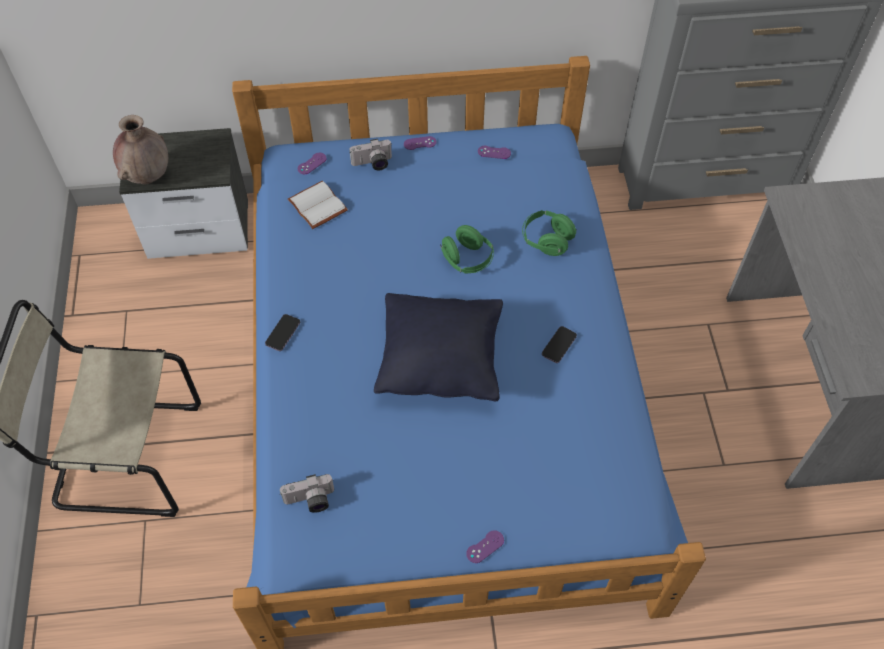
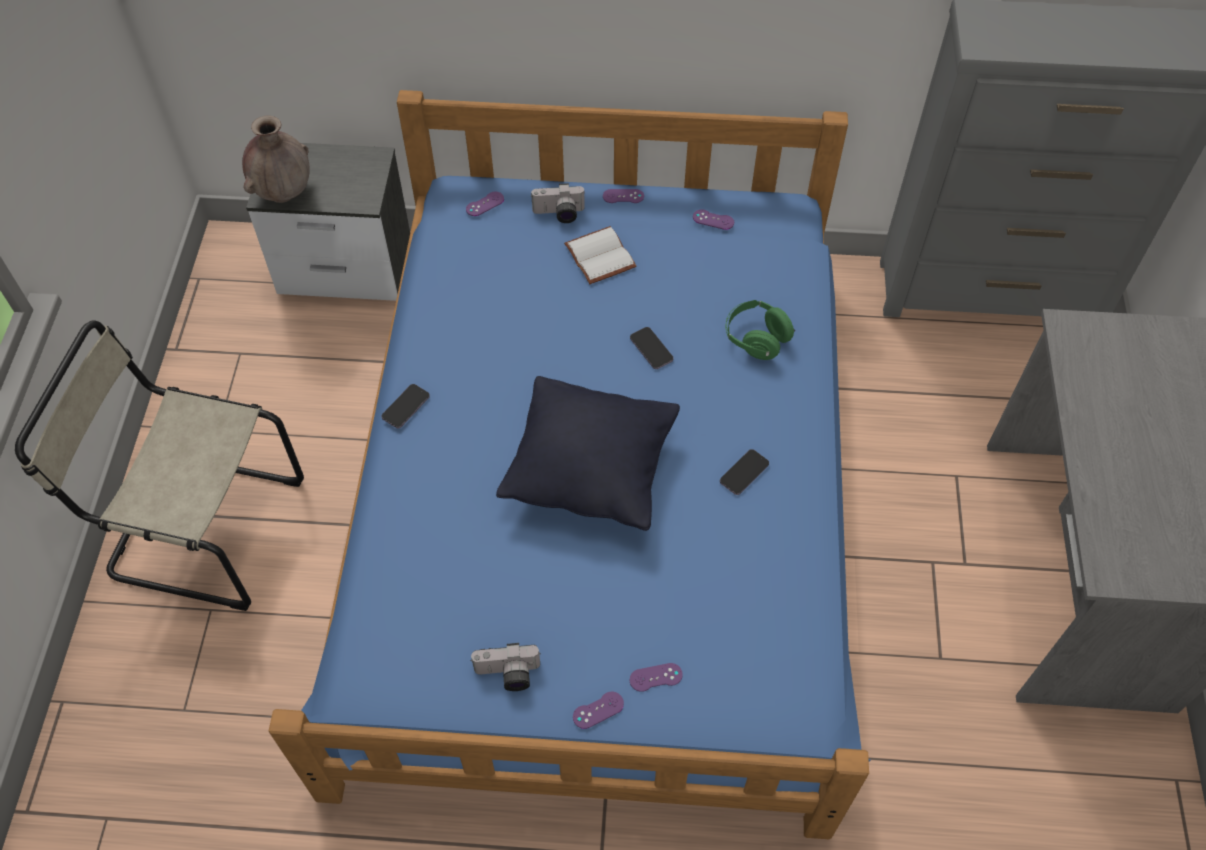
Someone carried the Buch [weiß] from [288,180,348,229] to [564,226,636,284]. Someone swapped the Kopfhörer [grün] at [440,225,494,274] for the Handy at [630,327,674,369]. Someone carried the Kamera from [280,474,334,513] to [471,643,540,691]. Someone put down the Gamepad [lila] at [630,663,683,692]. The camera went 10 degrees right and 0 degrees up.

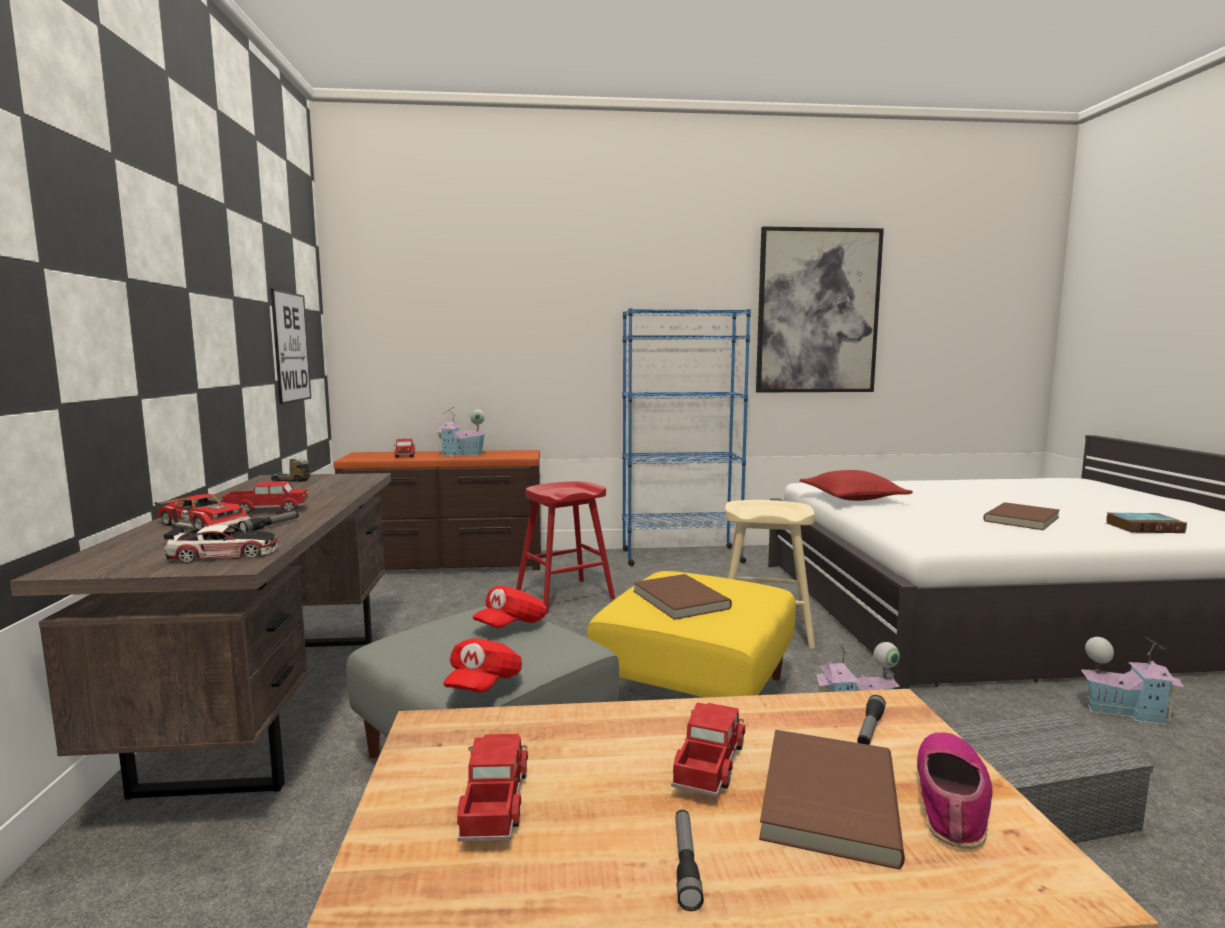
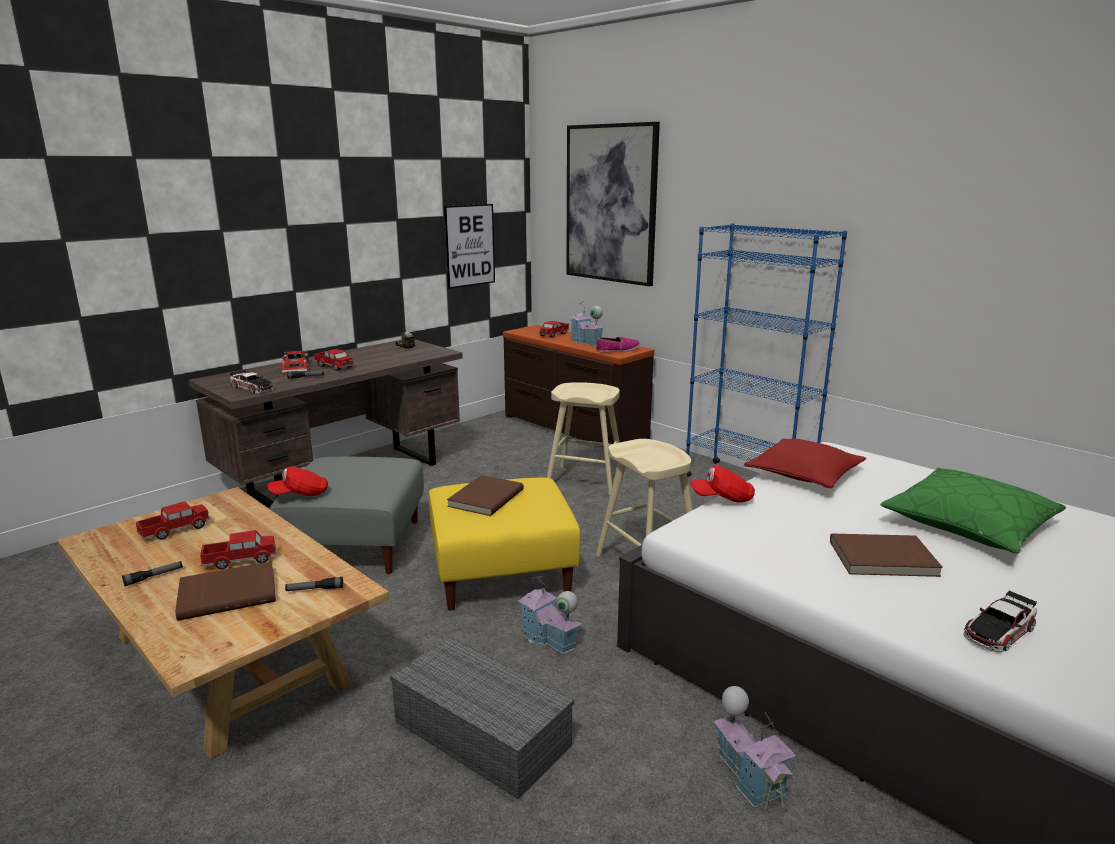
Someone carried the Bild from [756,226,884,393] to [566,122,660,286]. Someone repainted the Hocker [rot] at [516,481,615,614], which became the Hocker [beige] at [547,382,625,495]. Someone swapped the Buch at [1106,513,1187,533] for the Spielzeugauto at [963,590,1037,652]. Someone carried the Kappe [rot] from [472,586,547,628] to [690,466,755,503]. Someone carried the Schuh from [917,732,993,849] to [596,337,640,353]. Someone put down the Kissen [grün] at [880,468,1066,554]. The camera went 50 degrees right and 10 degrees up.

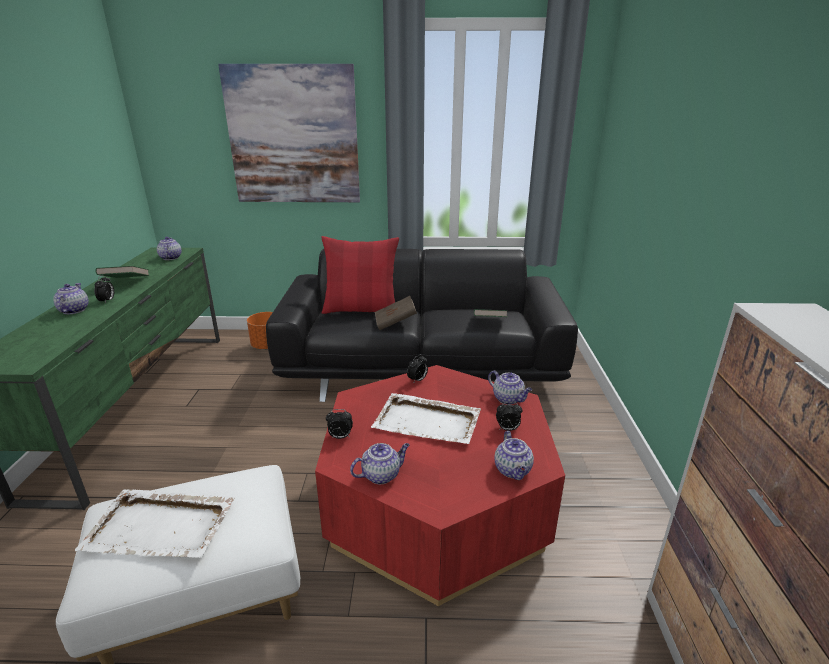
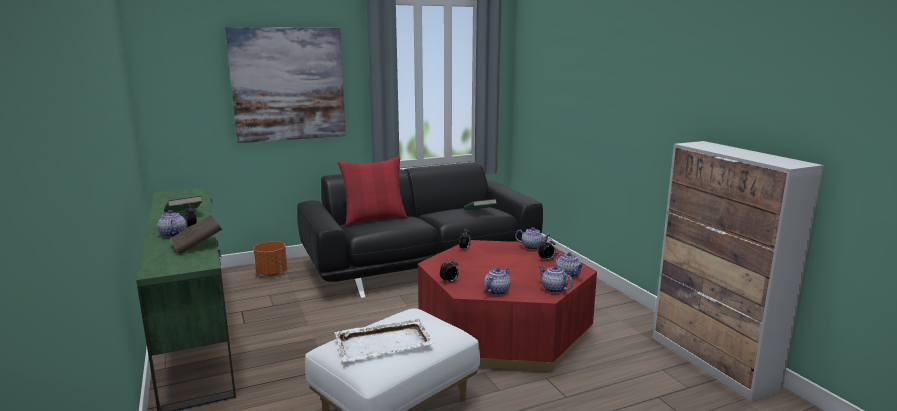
Someone carried the Teekanne from [157,237,181,260] to [539,265,573,293]. Someone carried the Buch [braun] from [375,296,417,330] to [170,215,222,255]. Someone took away the Tablett [weiß] at [371,393,481,444]. The camera went 25 degrees left and 10 degrees down.

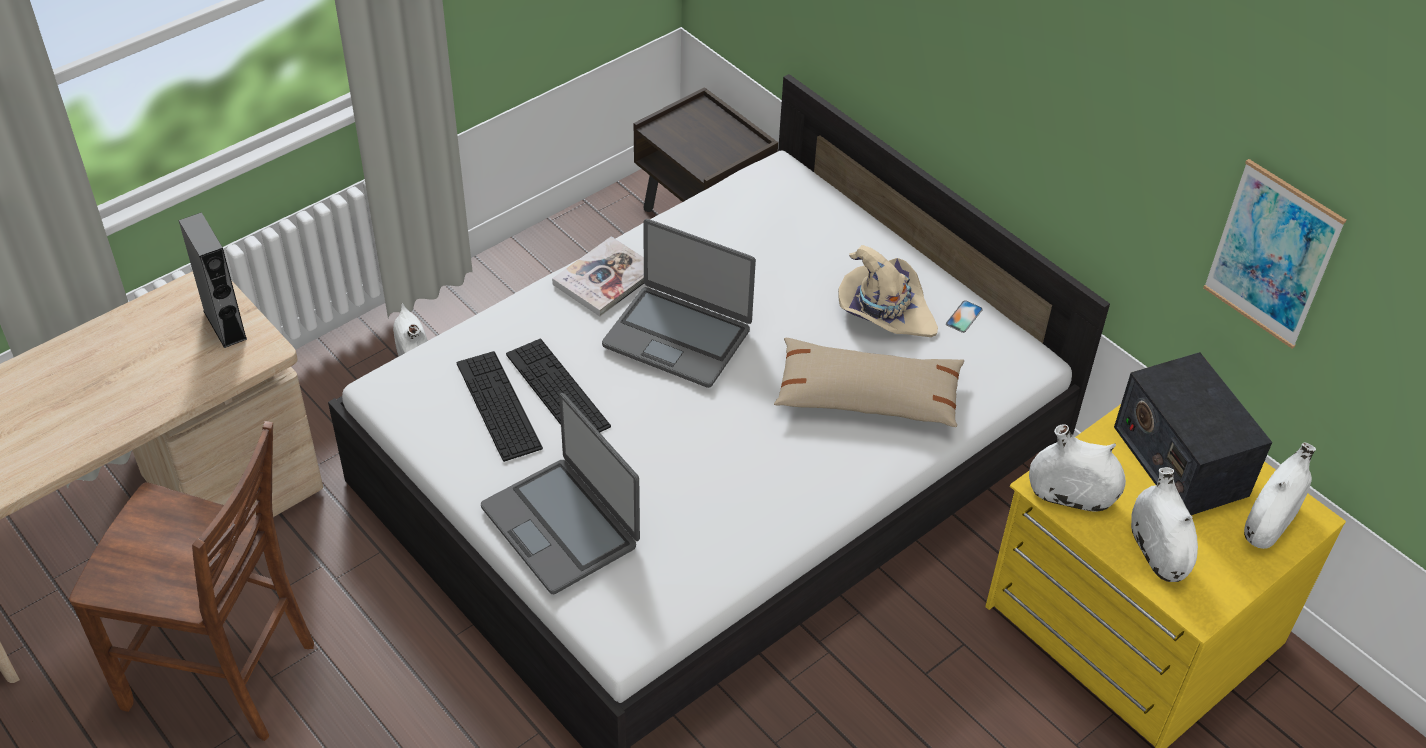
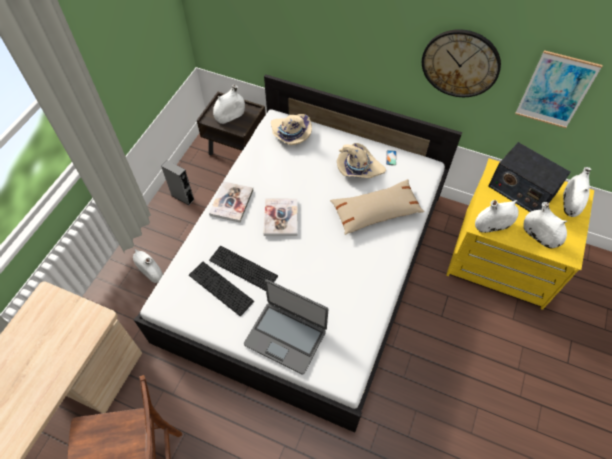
Someone carried the Lautsprecher [grau] from [179,212,247,348] to [161,160,195,205]. Someone swapped the Laptop at [602,219,756,388] for the Buch at [264,199,298,236]. Someone put up the Wanduhr at [422,29,501,97]. Someone put down the Vase [weiß] at [213,85,245,124]. Someone put down the Hut [beige] at [271,114,312,145]. The camera went 25 degrees left and 10 degrees up.

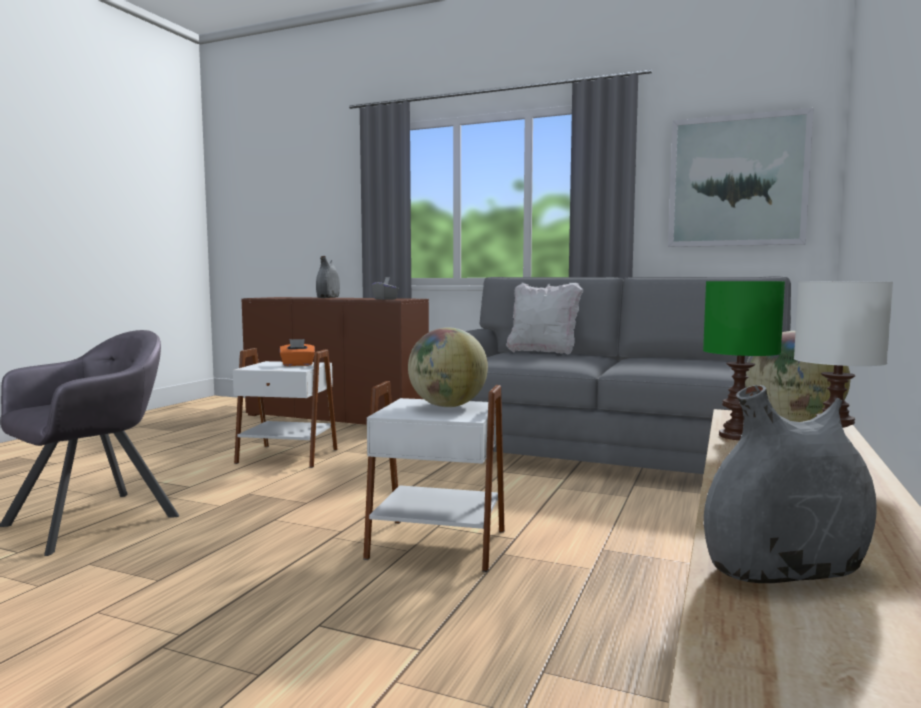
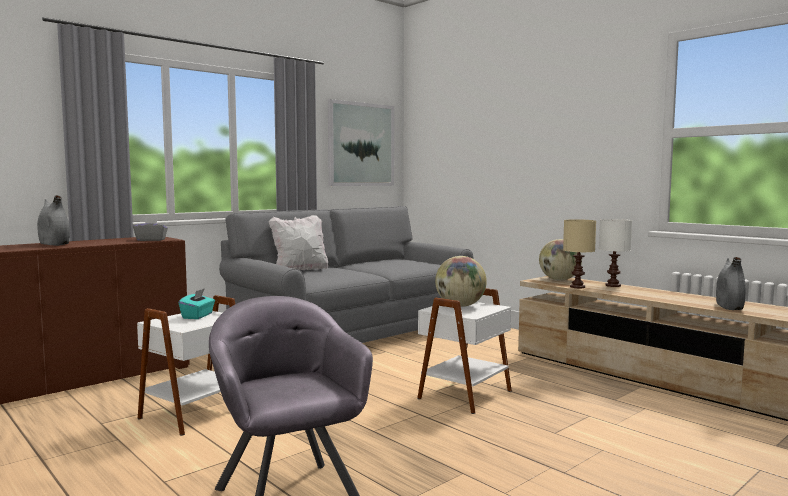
Someone repainted the Tischlampe [grün] at [703,281,785,440], which became the Tischlampe [beige] at [563,219,596,288]. Someone repainted the Taschentuchbox [orange] at [280,339,315,366], which became the Taschentuchbox [türkis] at [179,288,215,319]. The camera went 65 degrees left and 0 degrees up.

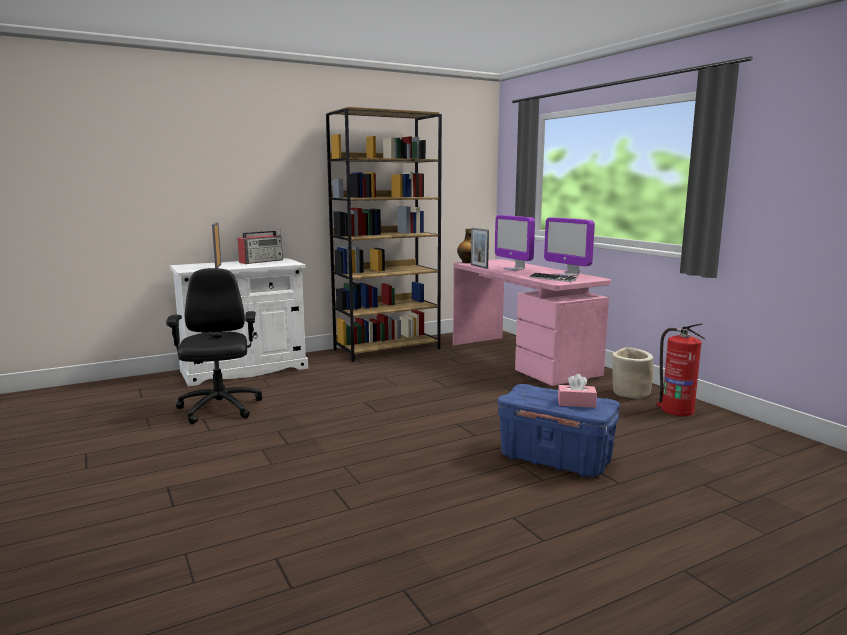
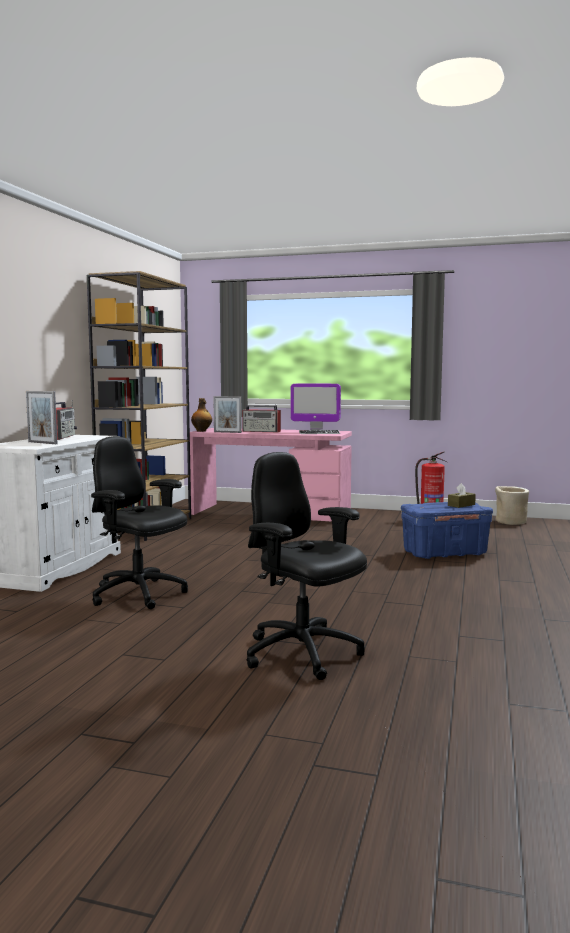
Someone swapped the Monitor at [495,215,535,271] for the Radio at [242,404,281,432]. Someone carried the Pflanzkübel [beige] from [612,347,653,399] to [495,486,529,525]. Someone repainted the Taschentuchbox [rosa] at [558,374,597,408], which became the Taschentuchbox [braun] at [448,483,476,508]. Someone put down the Bürostuhl [schwarz] at [247,452,367,680]. The camera went 45 degrees left and 5 degrees down.

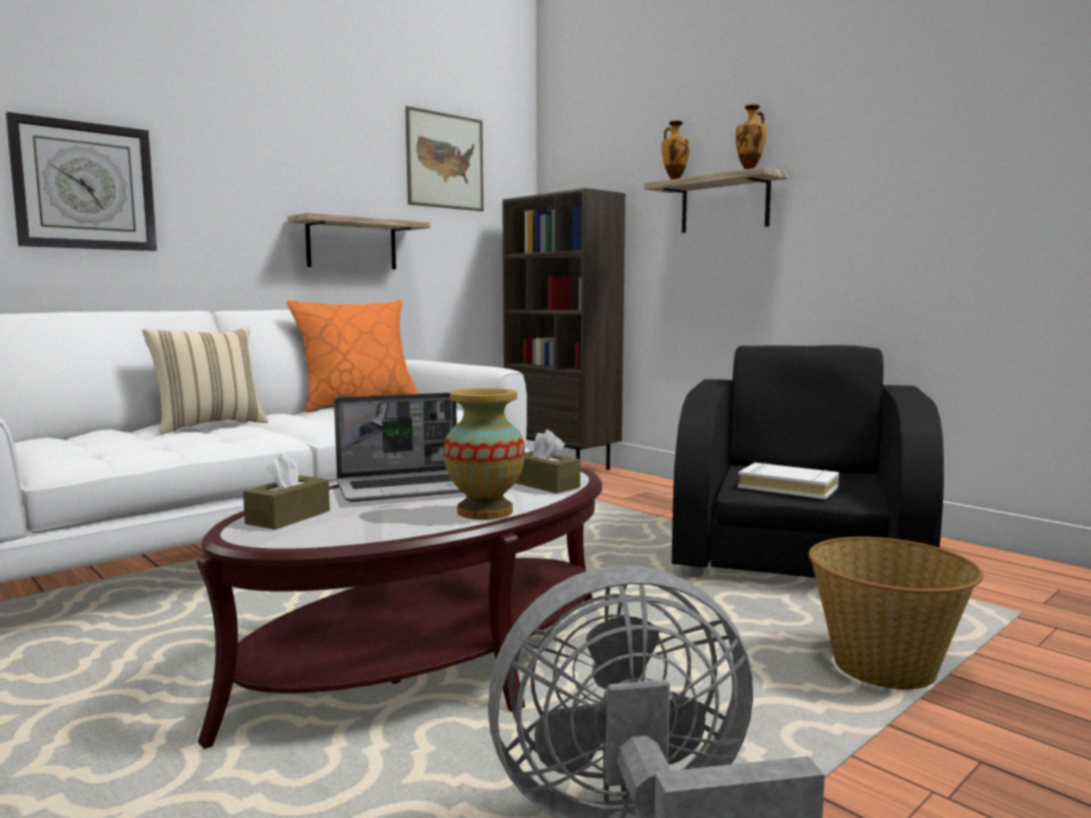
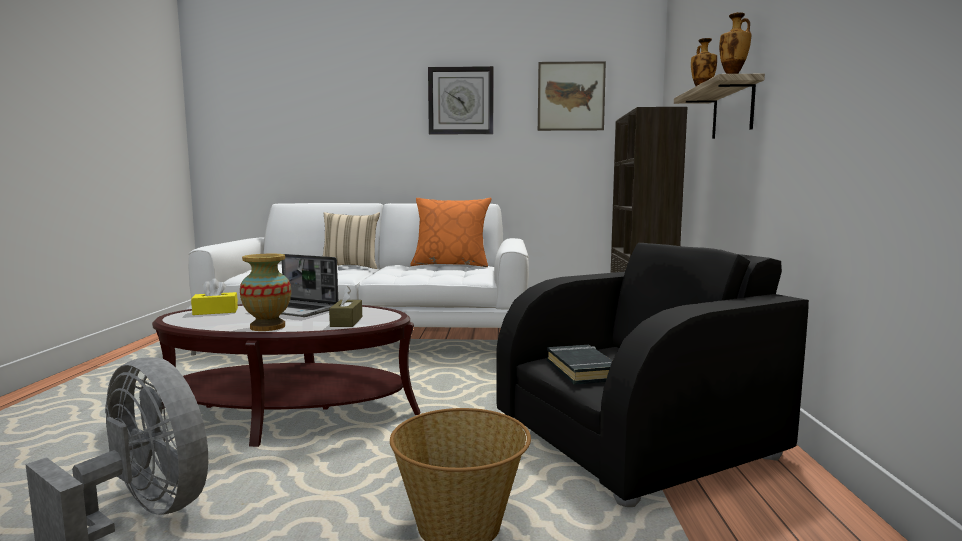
Someone carried the Wanduhr from [6,112,157,251] to [428,66,494,134]. Someone took away the Wandregal at [288,213,430,269]. Someone repainted the Taschentuchbox [braun] at [243,453,330,530], which became the Taschentuchbox [gelb] at [191,278,238,315]. Someone repainted the Buch [weiß] at [738,463,839,499], which became the Buch [schwarz] at [547,345,613,385]. The camera went 45 degrees right and 0 degrees up.

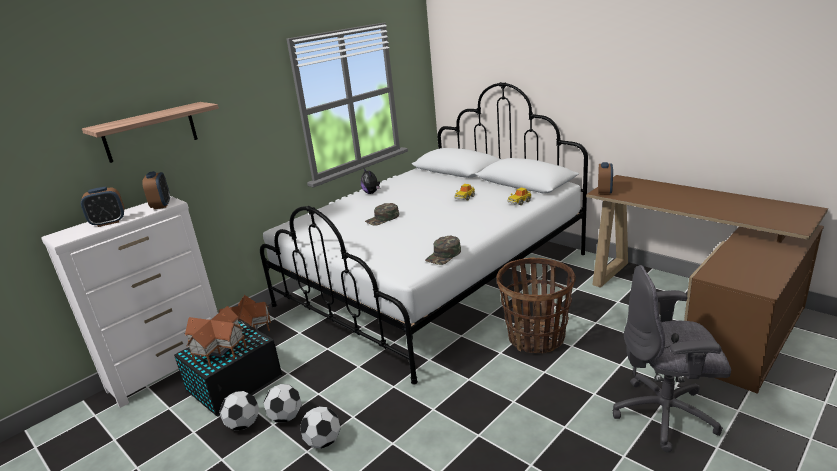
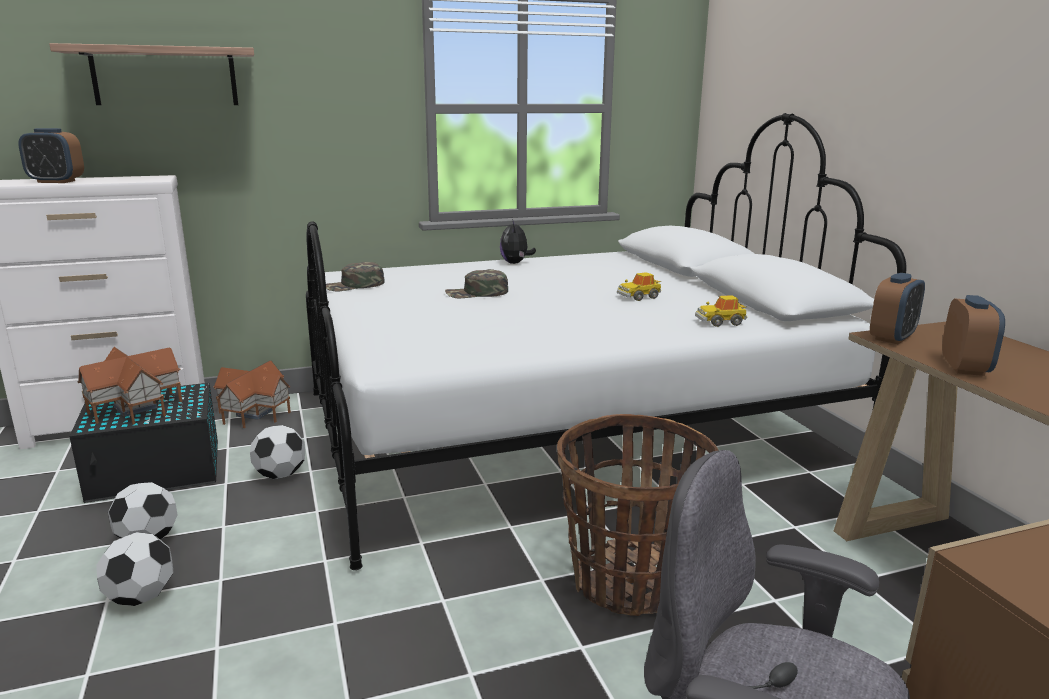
Someone carried the Wecker from [142,171,170,209] to [942,295,1005,376]. Someone carried the Kappe [grün] from [425,236,461,265] to [326,262,384,291]. Someone carried the Fußball from [219,391,259,430] to [250,425,305,479]. The camera went 25 degrees right and 5 degrees down.

